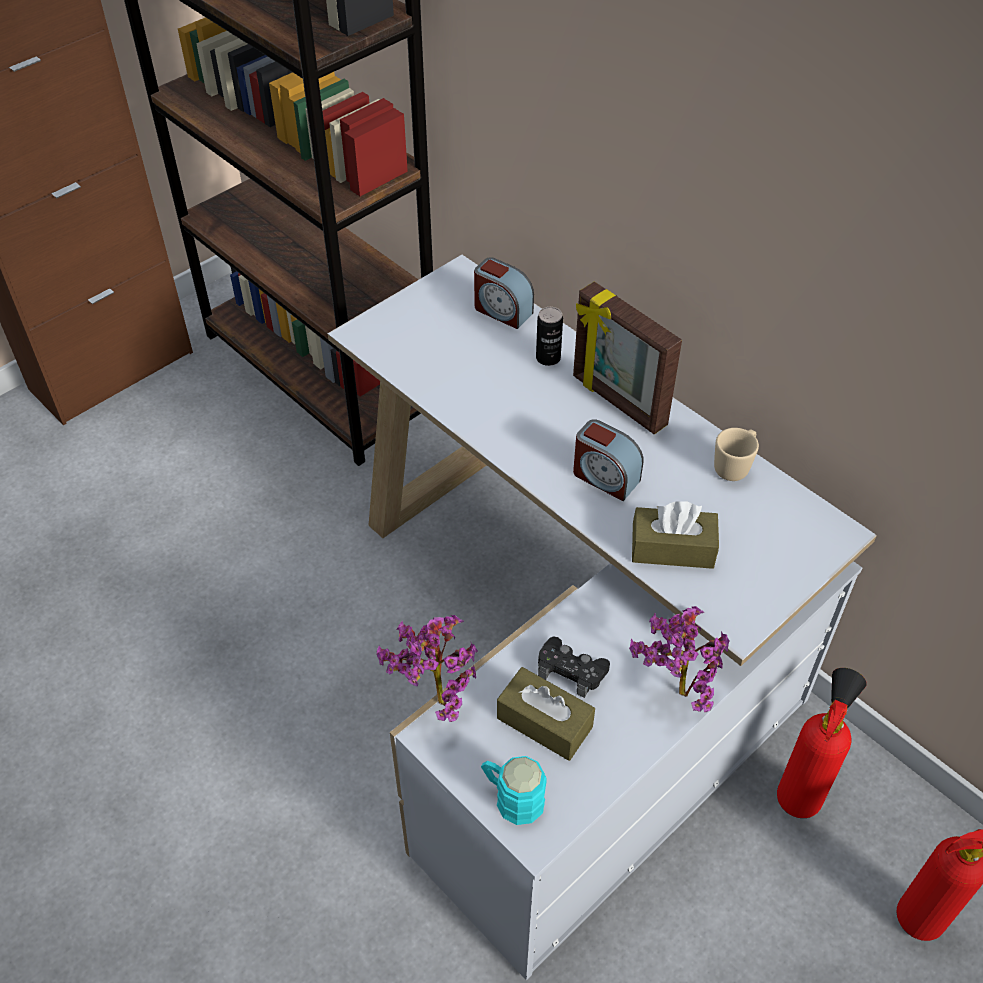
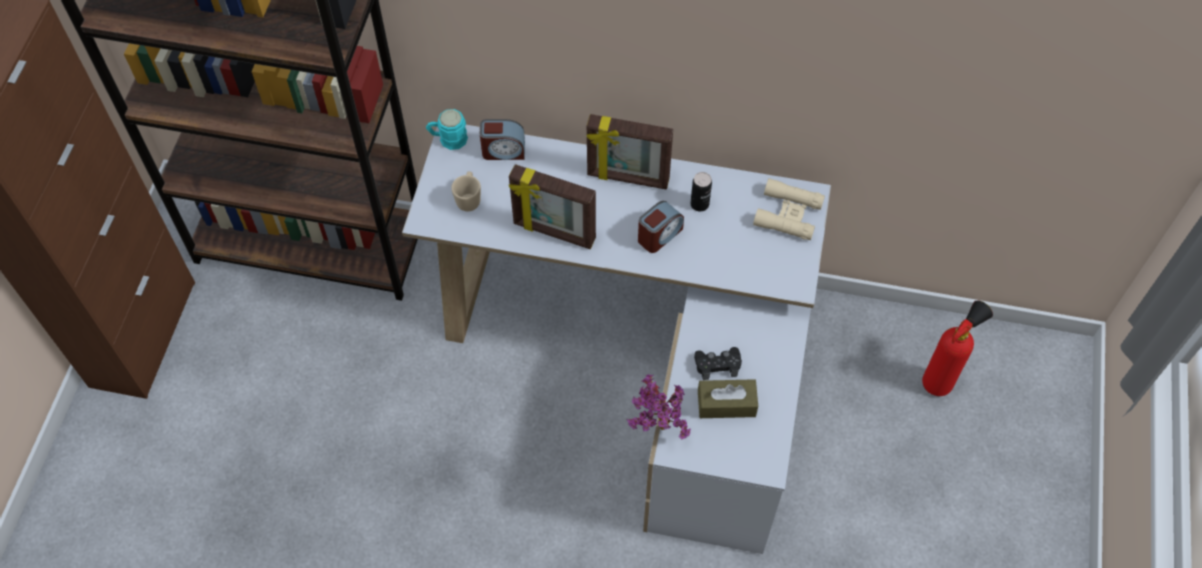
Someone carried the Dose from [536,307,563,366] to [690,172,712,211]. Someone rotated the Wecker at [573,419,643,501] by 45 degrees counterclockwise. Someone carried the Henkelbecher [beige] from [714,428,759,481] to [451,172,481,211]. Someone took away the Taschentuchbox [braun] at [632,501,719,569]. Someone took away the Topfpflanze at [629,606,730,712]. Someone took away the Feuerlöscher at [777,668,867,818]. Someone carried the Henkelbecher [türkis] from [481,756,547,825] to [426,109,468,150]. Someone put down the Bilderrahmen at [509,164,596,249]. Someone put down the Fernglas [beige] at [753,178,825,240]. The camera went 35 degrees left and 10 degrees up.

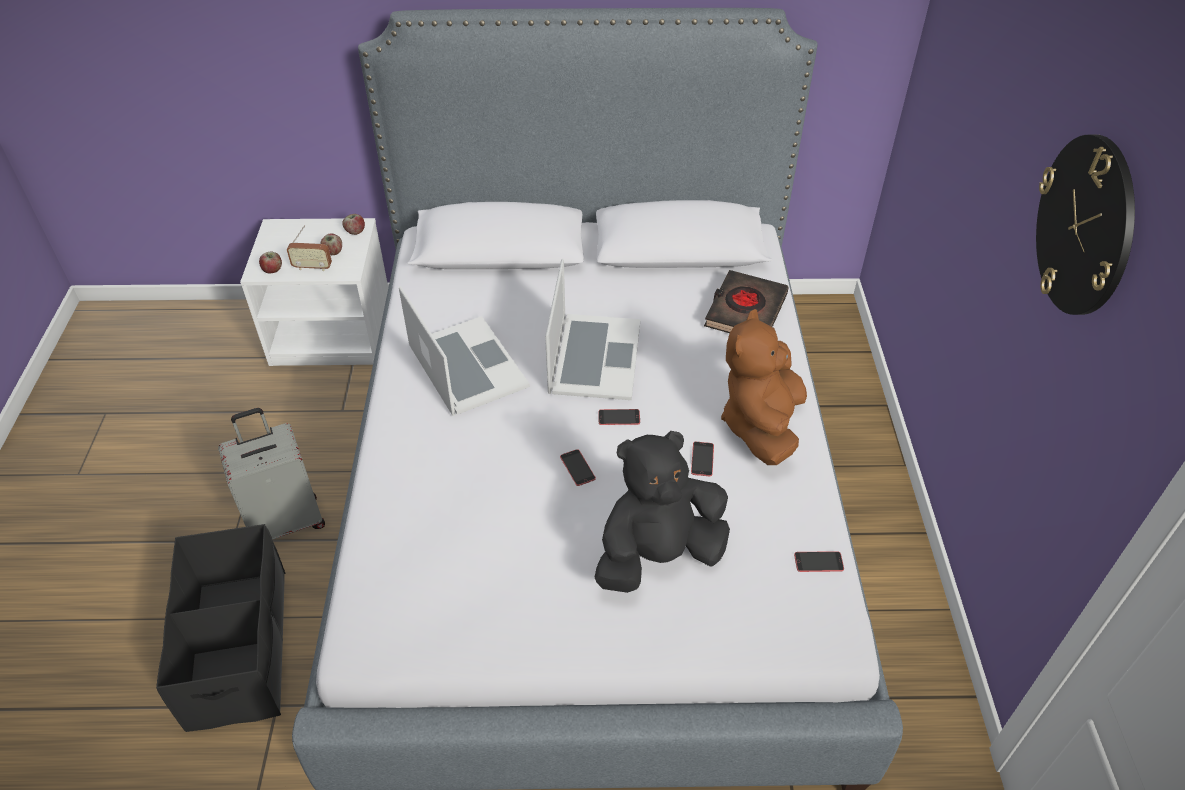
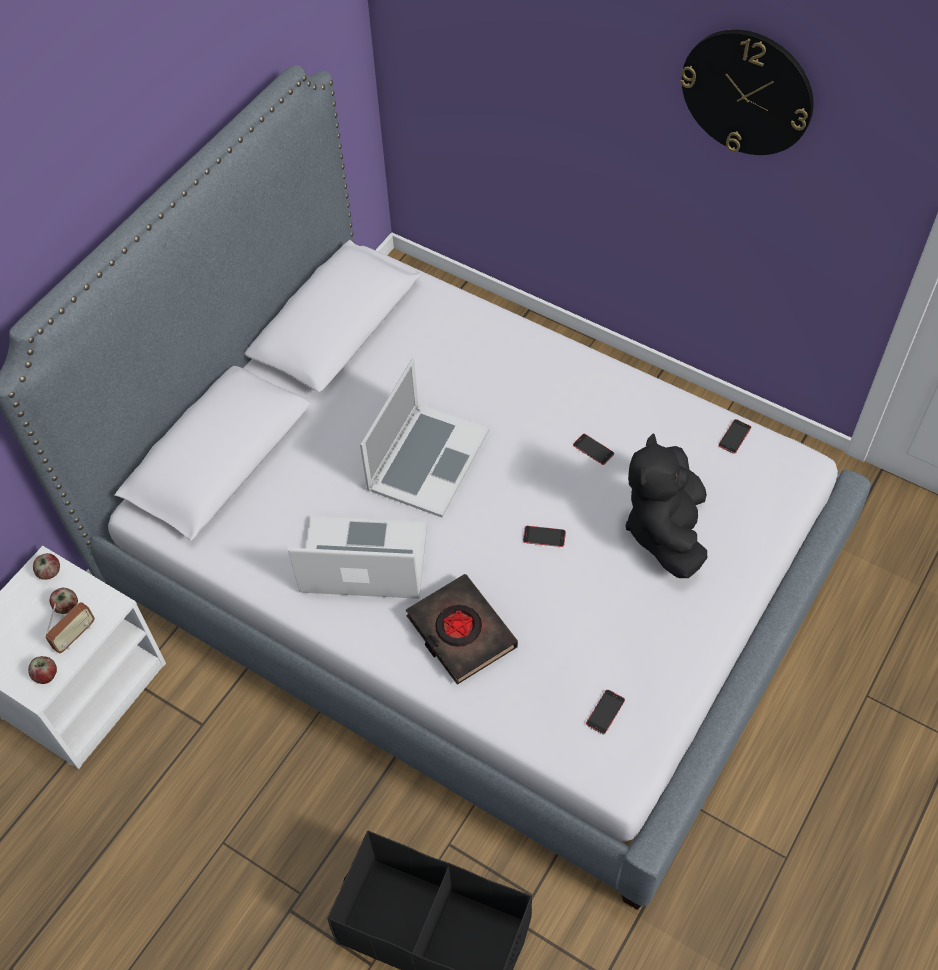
Someone rotated the Laptop at [545,259,640,400] by 75 degrees clockwise. Someone carried the Buch [schwarz] from [704,270,789,333] to [406,574,518,685]. Someone took away the Plüschtier [braun] at [721,309,807,465]. Someone took away the Koffer [grau] at [218,408,325,540]. Someone carried the Handy from [598,409,640,425] to [586,690,625,734]. The camera went 55 degrees left and 10 degrees up.

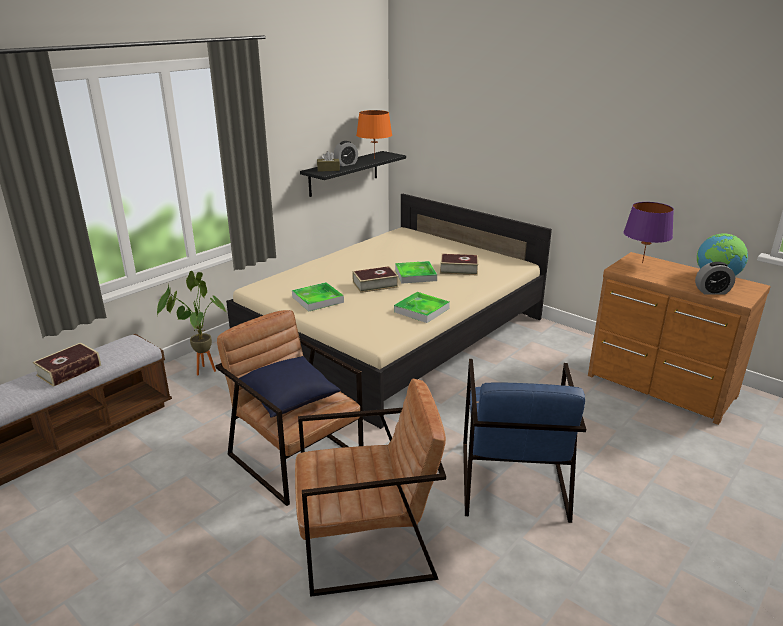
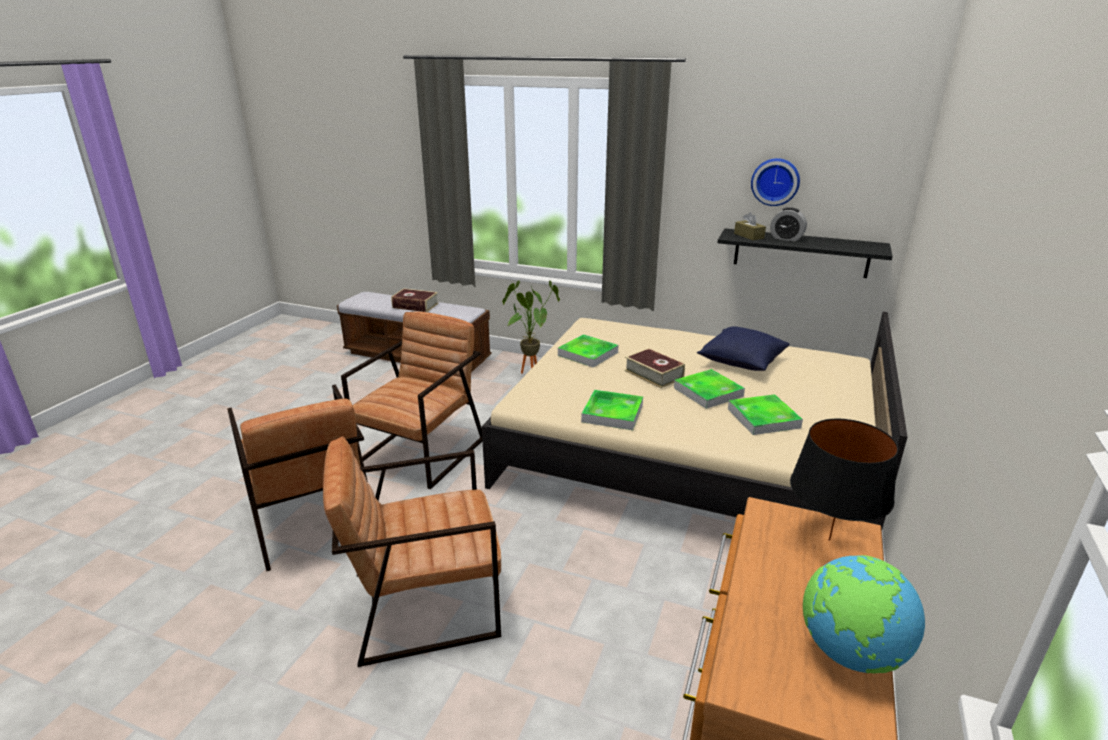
Someone took away the Tischlampe [orange] at [356,110,392,159]. Someone repainted the Tischlampe [lila] at [623,202,674,263], which became the Tischlampe [schwarz] at [790,418,898,541]. Someone swapped the Buch at [440,254,478,275] for the Tablett at [728,394,803,435]. Someone took away the Wecker at [695,262,735,294]. Someone carried the Kissen [blau] from [239,356,341,418] to [697,326,789,371]. Someone repainted the Sessel [blau] at [463,359,586,523], which became the Sessel [braun] at [323,437,501,667]. Someone put up the Wanduhr at [751,158,800,206]. The camera went 70 degrees right and 0 degrees up.

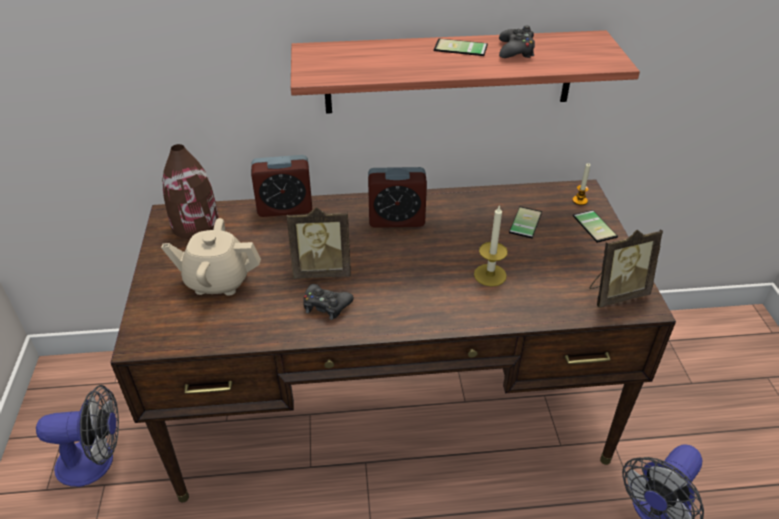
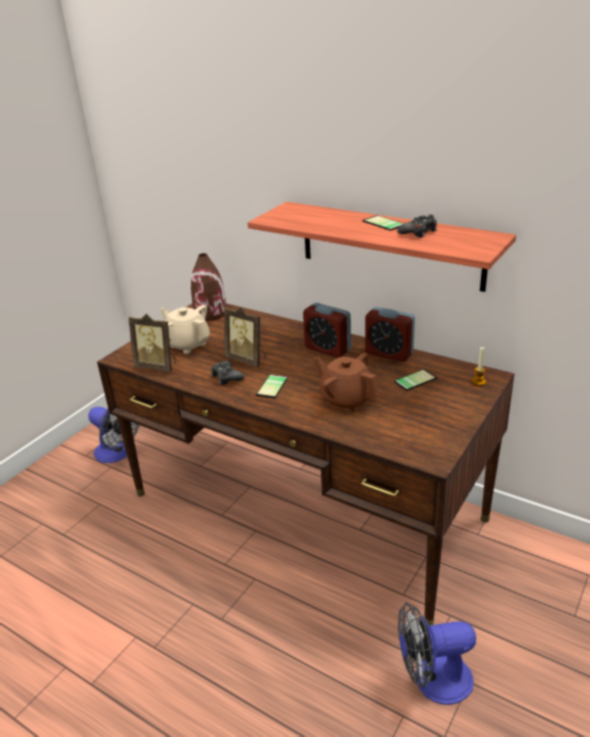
Someone carried the Wecker from [251,155,312,217] to [365,307,415,362]. Someone swapped the Kerze at [474,204,508,287] for the Teekanne [braun] at [314,353,380,412]. Someone carried the Handy from [573,210,618,243] to [256,374,288,398]. Someone carried the Bilderrahmen from [590,229,663,308] to [128,314,176,372]. The camera went 40 degrees right and 10 degrees down.

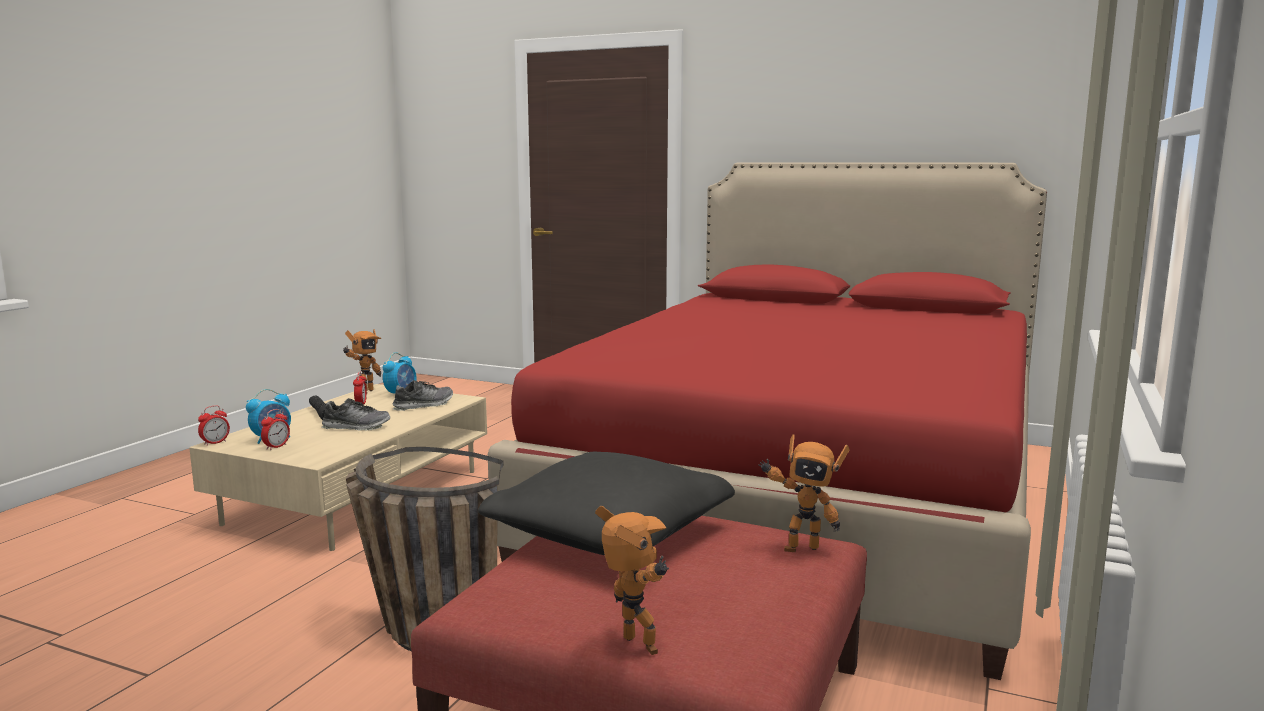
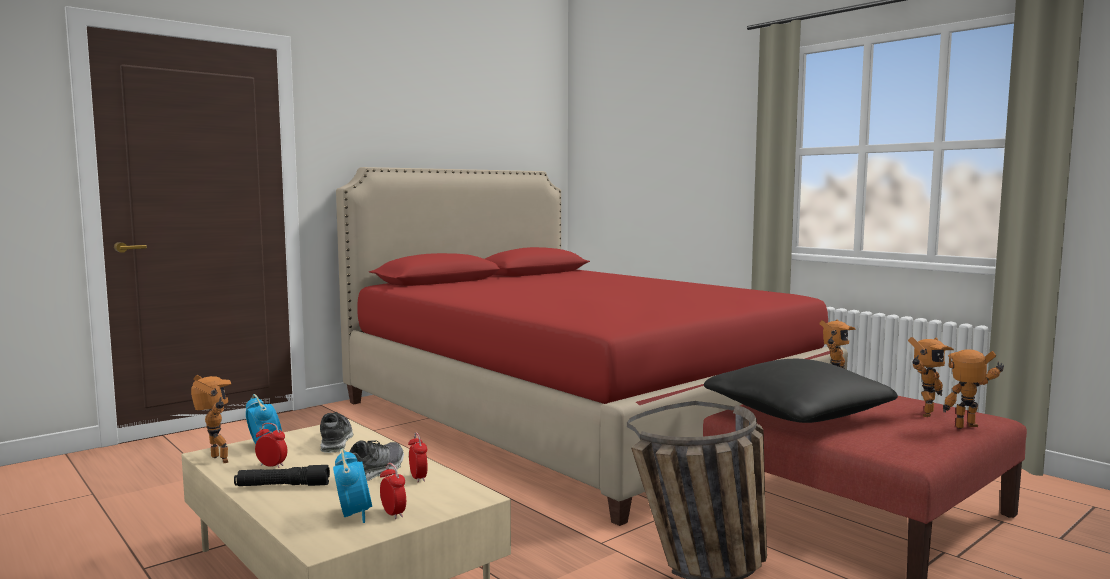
Someone carried the Wecker from [198,405,230,446] to [408,432,428,482]. Someone put down the Spielzeugroboter at [908,337,954,417]. The camera went 65 degrees left and 5 degrees down.

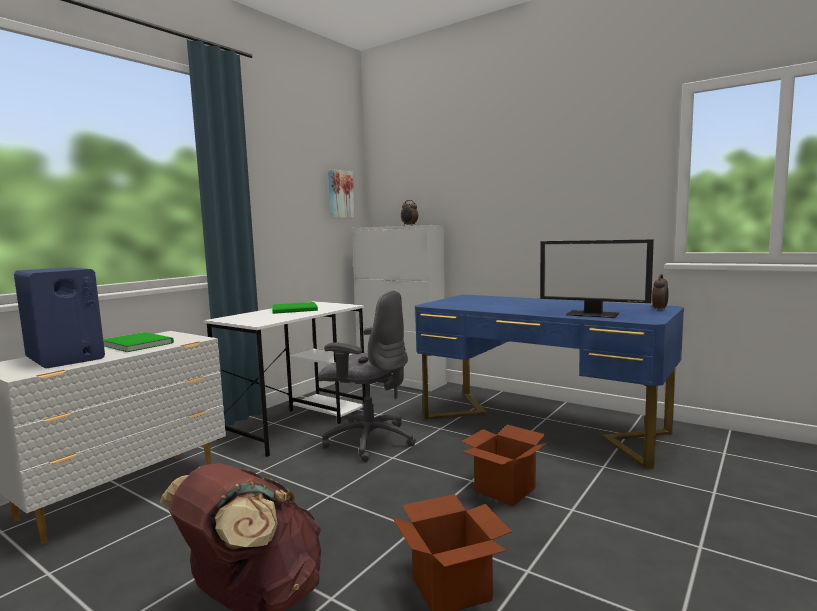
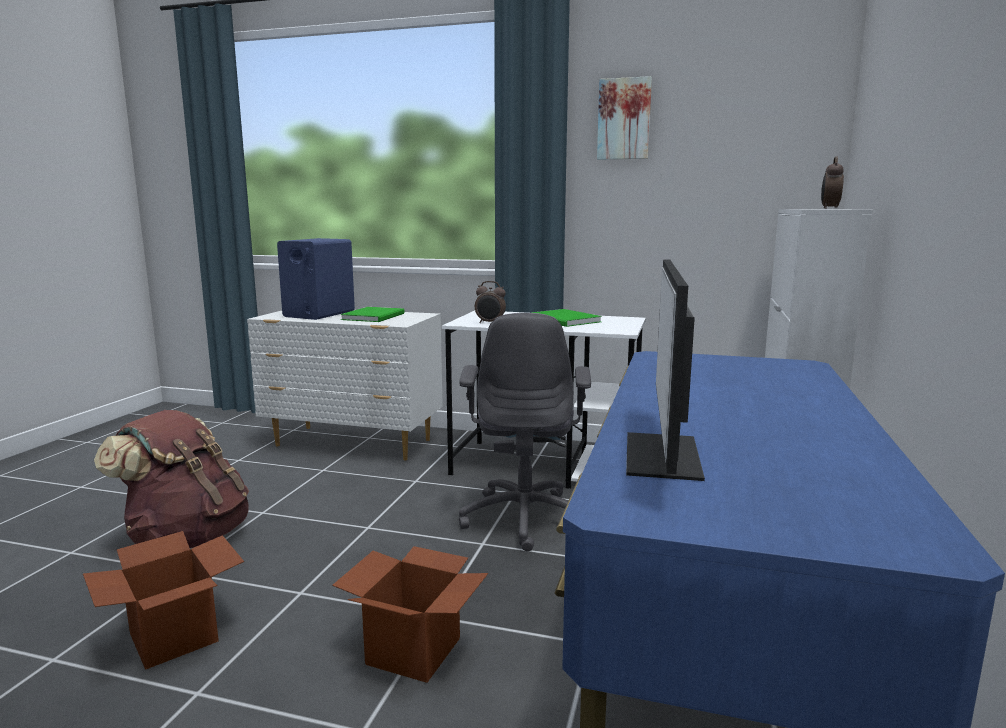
Someone carried the Bild from [328,169,355,218] to [597,76,652,160]. Someone carried the Wecker from [652,274,669,311] to [475,281,506,323]. The camera went 70 degrees right and 5 degrees up.

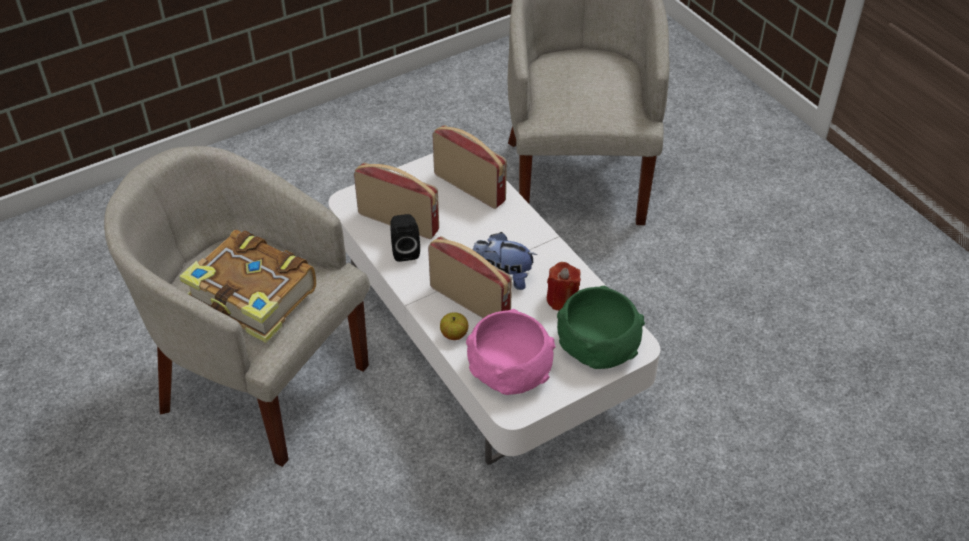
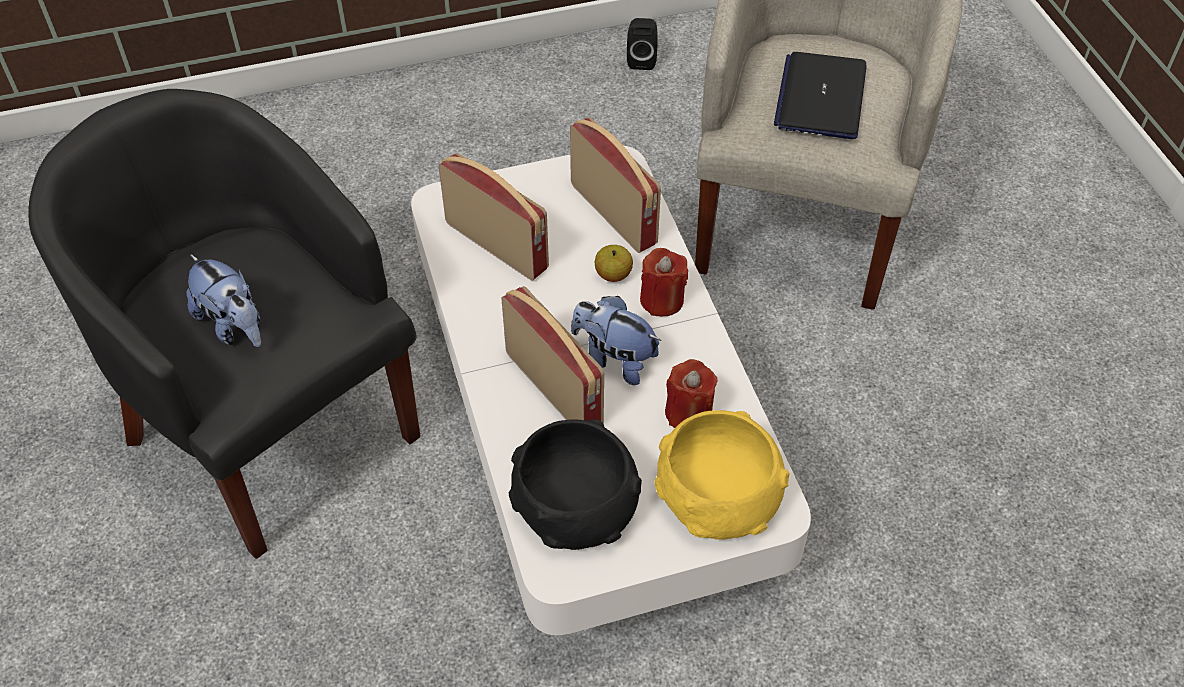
Someone repainted the Sessel [beige] at [104,146,370,467], which became the Sessel [schwarz] at [29,89,420,559]. Someone carried the Lautsprecher [schwarz] from [390,214,420,262] to [627,18,658,70]. Someone swapped the Buch at [179,230,316,343] for the Plüschtier at [186,254,261,347]. Someone repainted the Schüssel [grün] at [557,286,645,369], which became the Schüssel [gelb] at [655,410,789,540]. Someone repainted the Schüssel [rosa] at [466,309,556,395], which became the Schüssel [schwarz] at [509,419,642,550]. Someone carried the Apfel from [440,312,468,340] to [595,245,633,282]. Someone put down the Laptop at [774,52,867,139]. Someone put down the Kerze [rot] at [640,248,688,317]. The camera went 15 degrees right and 5 degrees up.

